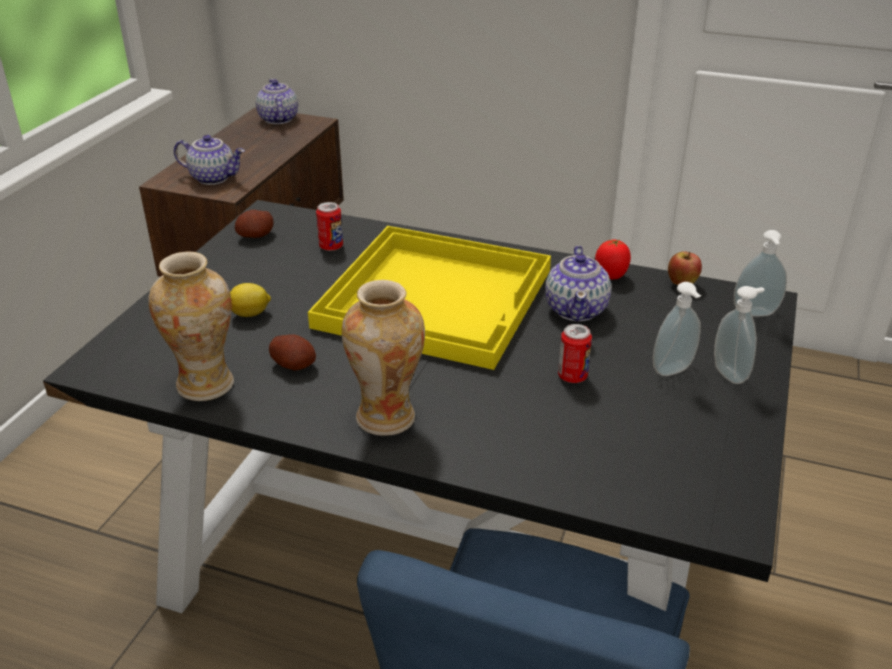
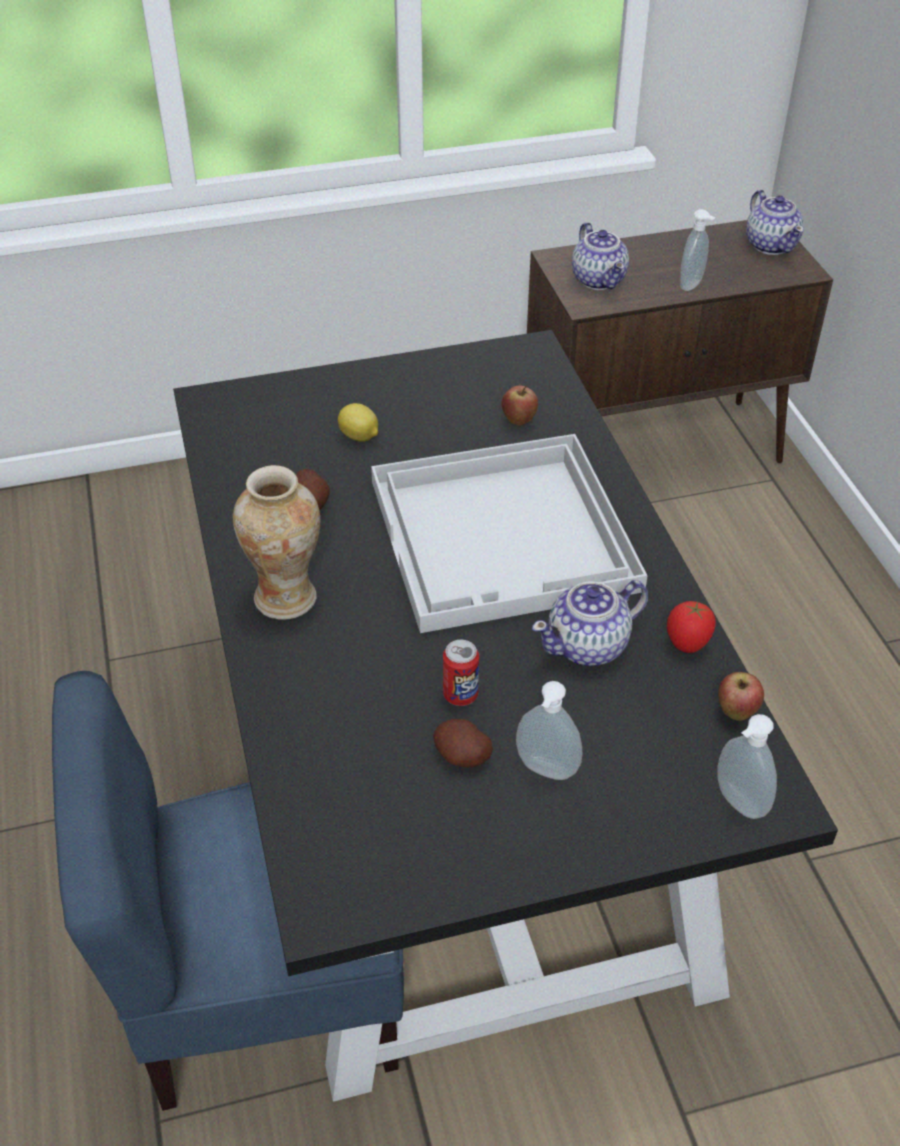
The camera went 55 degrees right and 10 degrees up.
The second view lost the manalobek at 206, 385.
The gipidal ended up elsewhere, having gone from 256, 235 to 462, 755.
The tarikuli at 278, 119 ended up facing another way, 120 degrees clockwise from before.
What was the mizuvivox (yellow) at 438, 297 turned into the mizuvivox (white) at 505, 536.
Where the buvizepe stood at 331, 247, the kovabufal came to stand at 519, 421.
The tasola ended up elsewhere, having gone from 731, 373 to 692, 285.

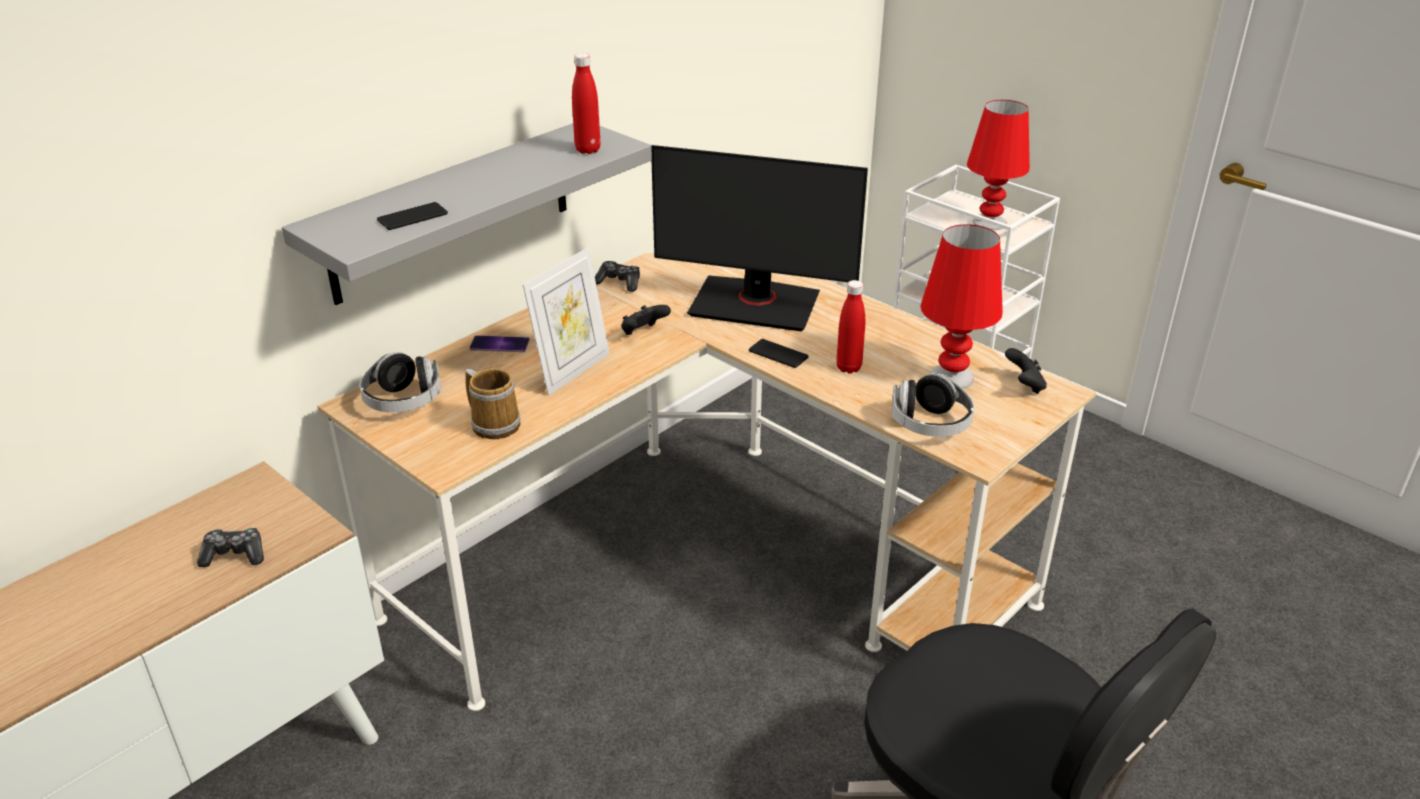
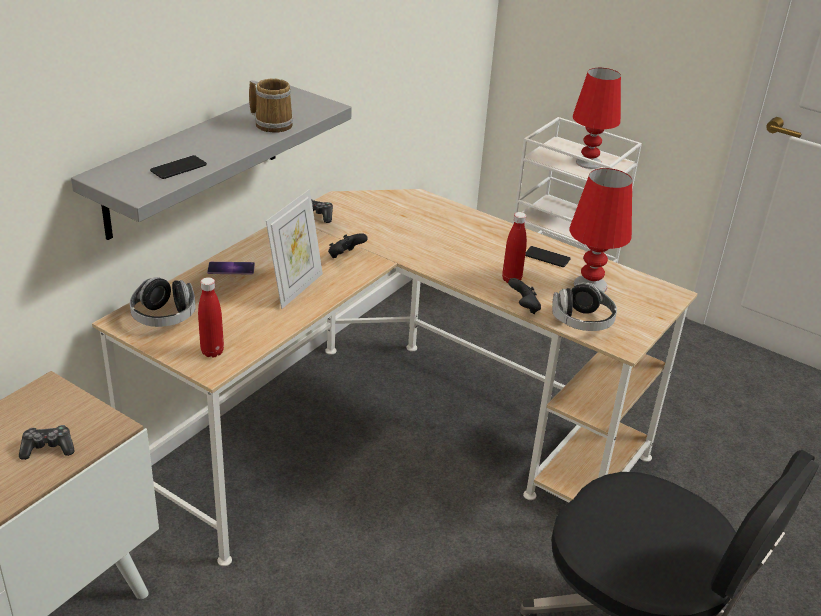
The camera went 10 degrees left and 0 degrees up.
The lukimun ended up elsewhere, having gone from 495, 423 to 272, 123.
The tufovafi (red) ended up elsewhere, having gone from 588, 150 to 212, 352.
The second view lost the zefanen at 755, 304.
The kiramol ended up elsewhere, having gone from 778, 354 to 547, 257.
The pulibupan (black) ended up elsewhere, having gone from 1024, 385 to 524, 307.

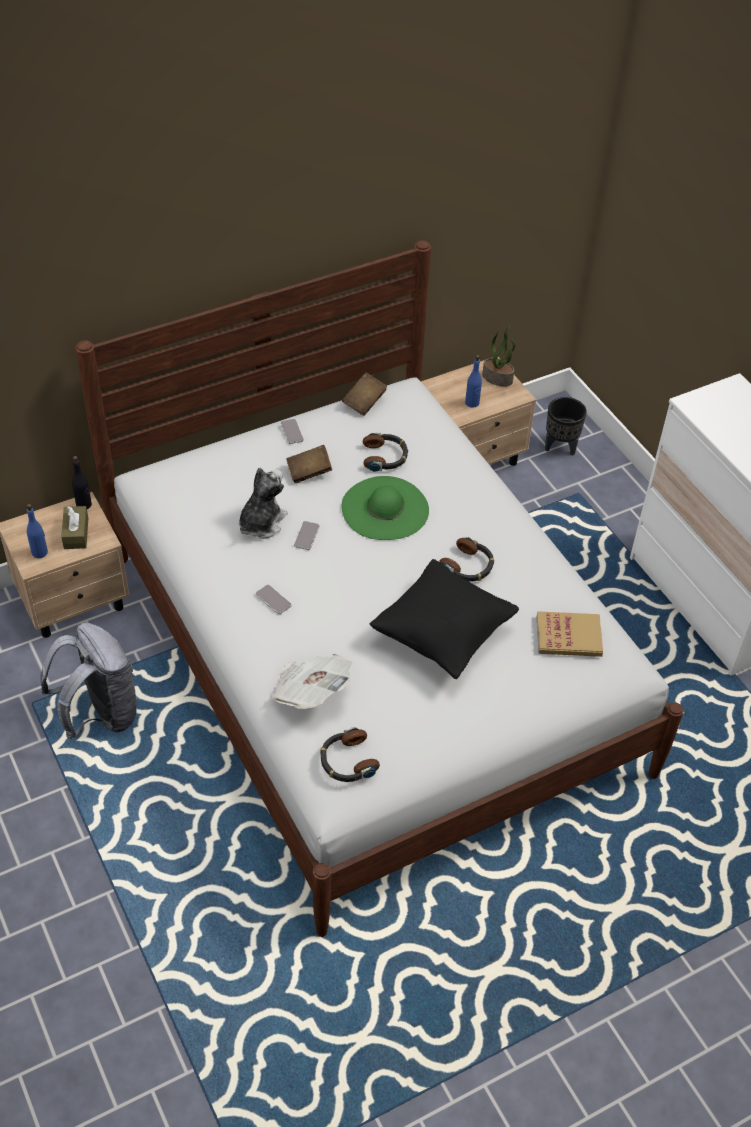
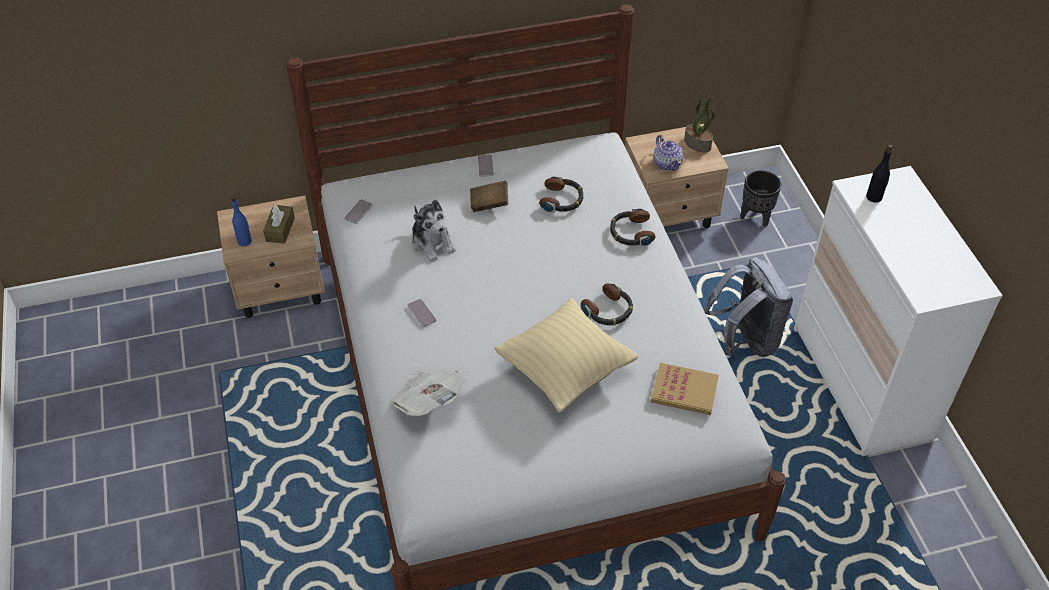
The camera went 15 degrees right and 0 degrees up.
The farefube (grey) ended up elsewhere, having gone from 99, 715 to 745, 340.
The tufovafi (black) ended up elsewhere, having gone from 84, 505 to 874, 197.
The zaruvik at 261, 523 ended up facing another way, 105 degrees clockwise from before.
The kiramol ended up elsewhere, having gone from 306, 536 to 358, 212.
The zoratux ended up elsewhere, having gone from 347, 761 to 631, 233.
The second view lost the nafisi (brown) at 364, 402.
The second view lost the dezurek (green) at 385, 508.
What was the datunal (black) at 442, 636 turned into the datunal (beige) at 565, 371.
Where the tufovafi (blue) stood at 472, 403, the tarikuli came to stand at 667, 163.

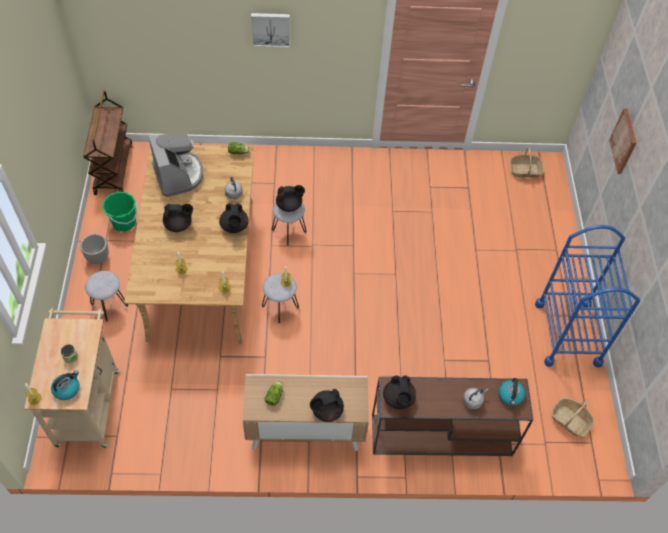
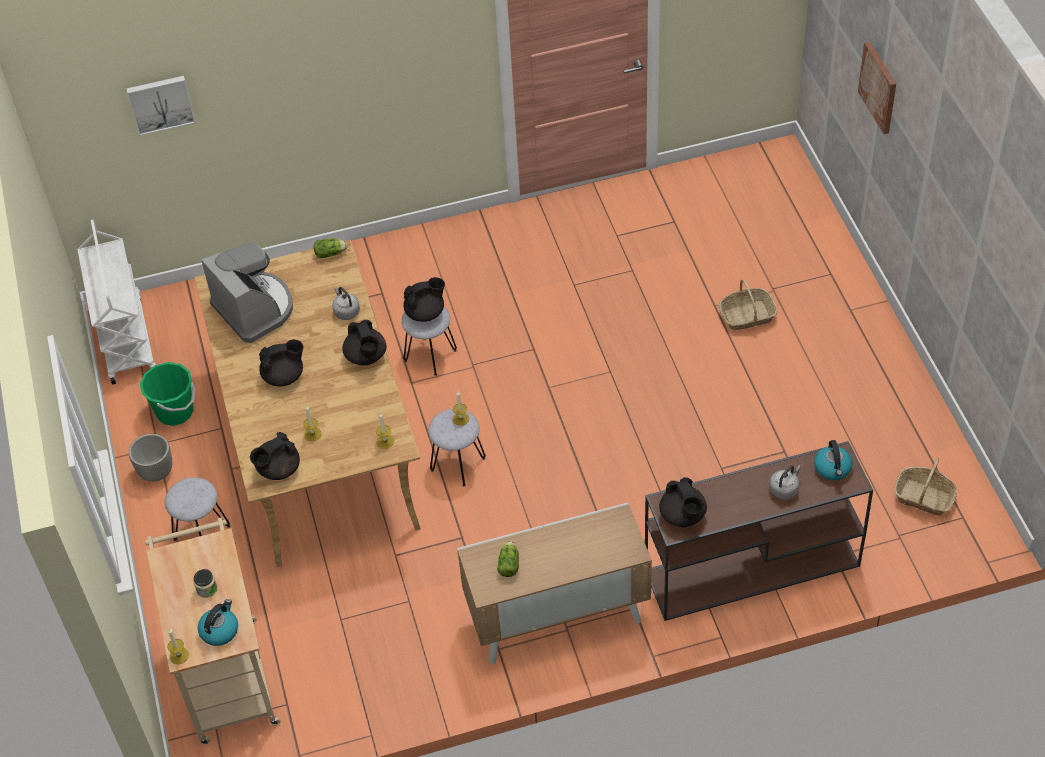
The camera went 10 degrees left and 5 degrees down.
What was the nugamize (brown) at 113, 168 turned into the nugamize (white) at 125, 339.
The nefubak ended up elsewhere, having gone from 271, 29 to 160, 103.
The tarikuli (black) ended up elsewhere, having gone from 326, 410 to 278, 469.
The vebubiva ended up elsewhere, having gone from 524, 170 to 747, 316.
The second view lost the nugamize (blue) at 567, 333.

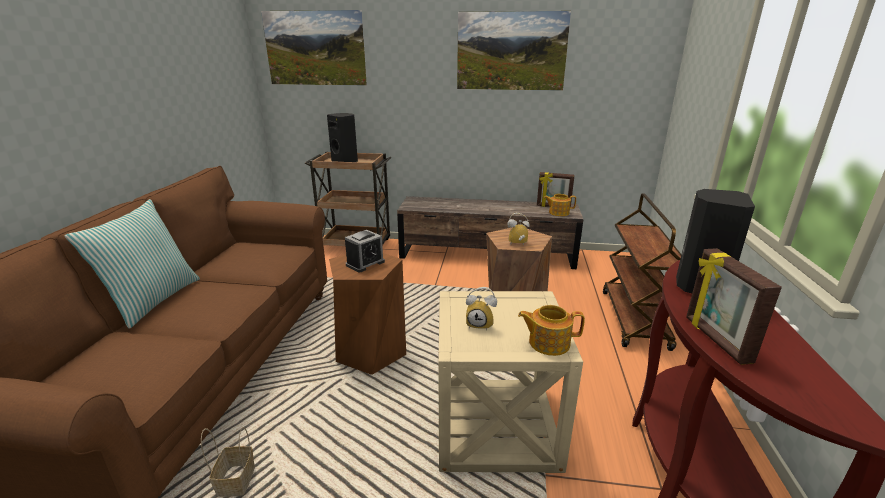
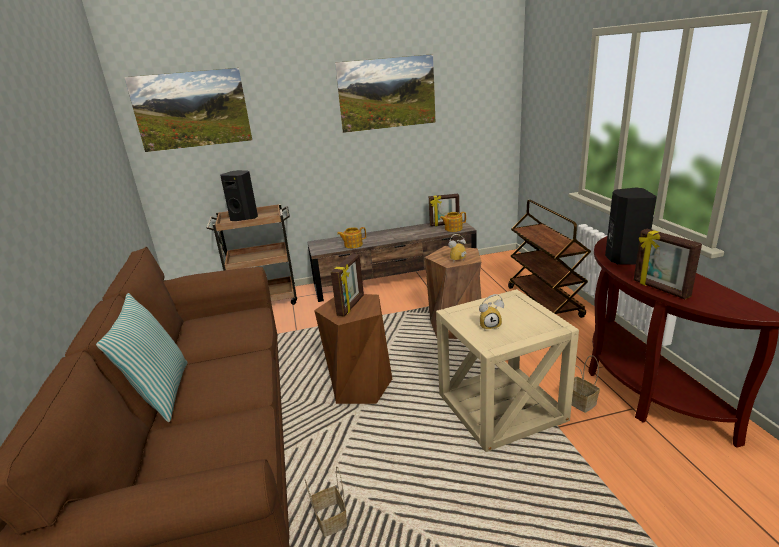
The camera went 20 degrees left and 0 degrees up.
Where the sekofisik stood at 365, 263, the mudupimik came to stand at 351, 305.
The tarikuli ended up elsewhere, having gone from 548, 343 to 353, 245.
The second view gained the vebubiva at 581, 402.

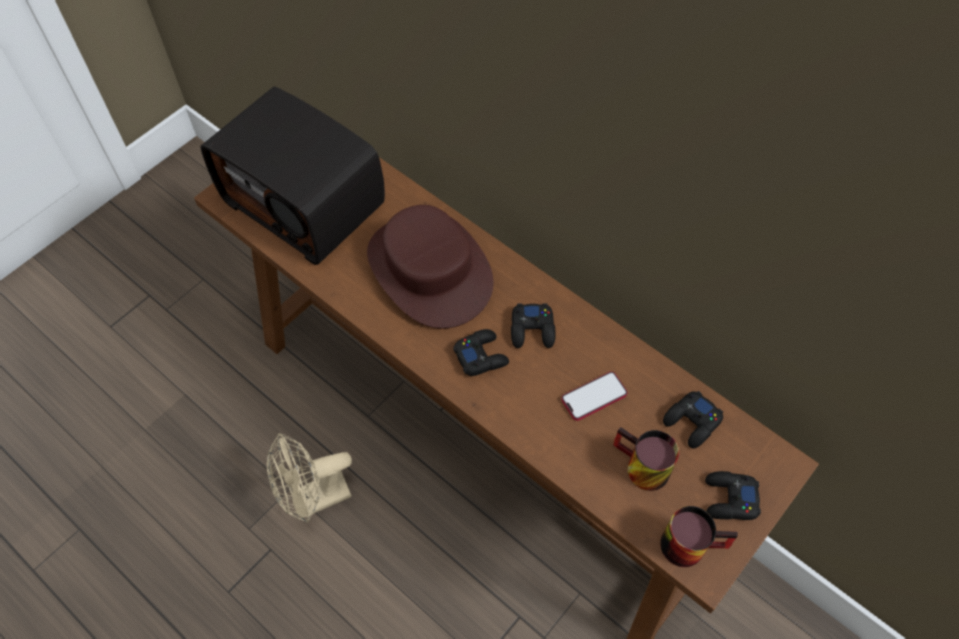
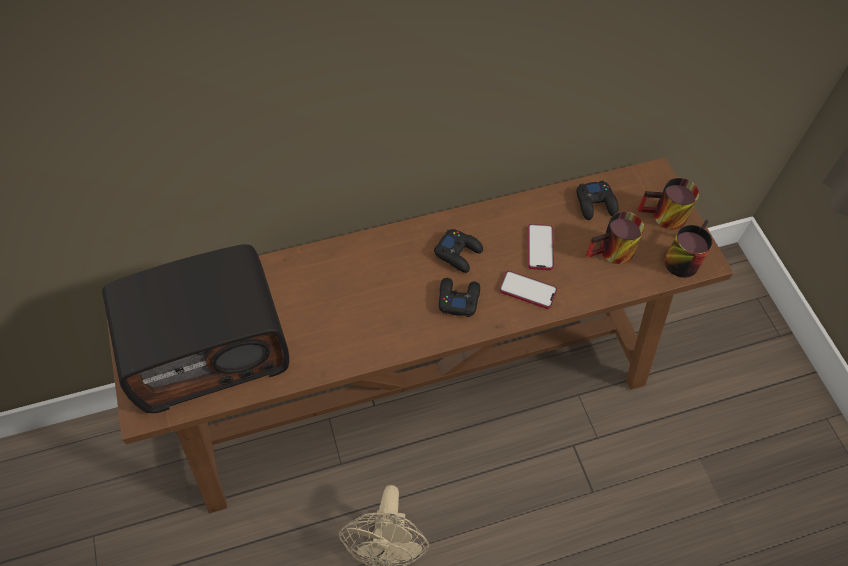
The camera went 60 degrees left and 0 degrees up.
The second view lost the dezurek (brown) at 429, 270.
Where the pulibupan (black) stood at 729, 499, the lukimun came to stand at 663, 218.
The second view gained the kiramol at 527, 290.

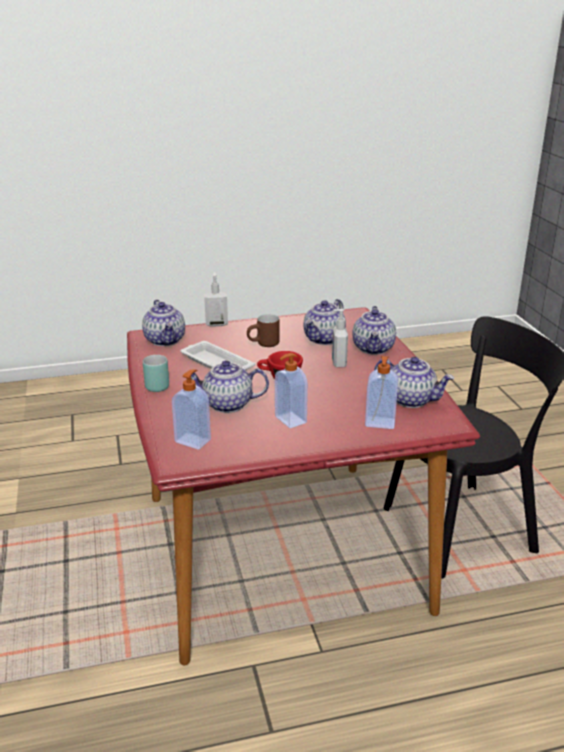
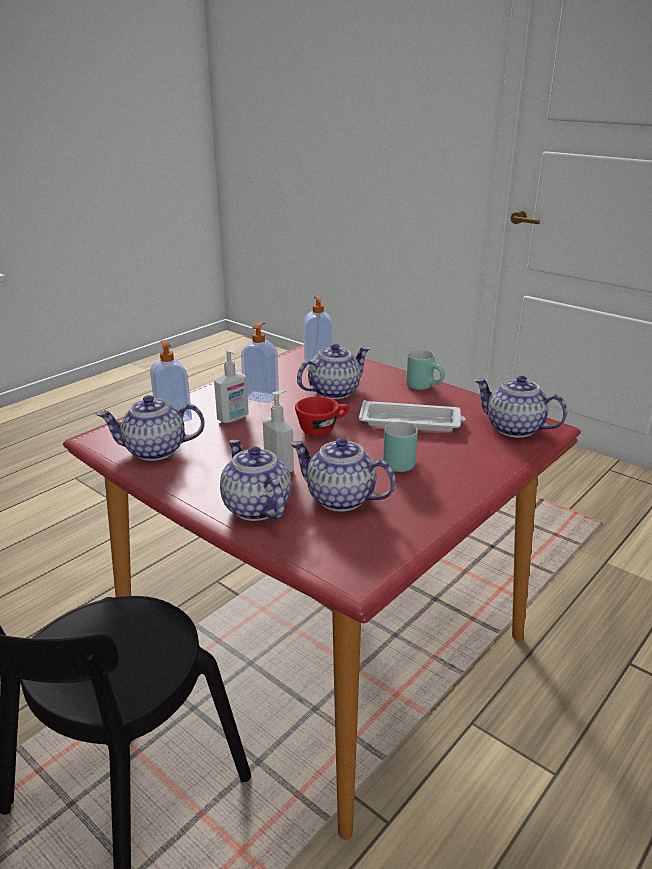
The camera went 145 degrees right and 0 degrees up.
The tasola ended up elsewhere, having gone from 216, 324 to 233, 418.
What was the lukimun (brown) at 264, 345 turned into the lukimun (turquoise) at 400, 461.
The tarikuli at 324, 339 ended up facing another way, 60 degrees counterclockwise from before.

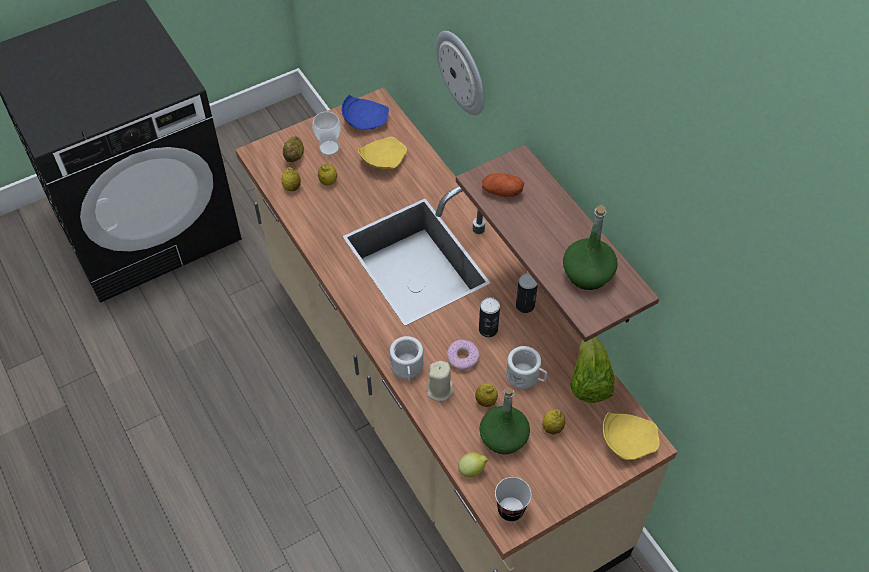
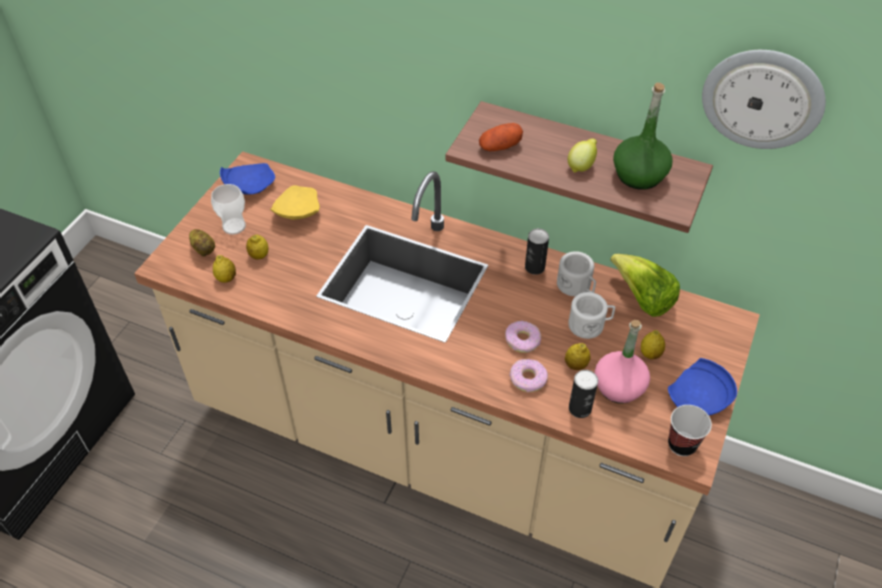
The camera went 35 degrees left and 5 degrees down.
The lukimun (white) ended up elsewhere, having gone from 407, 369 to 576, 286.
Where the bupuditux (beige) stood at 440, 390, the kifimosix came to stand at 528, 379.
The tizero ended up elsewhere, having gone from 462, 72 to 762, 98.
The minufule ended up elsewhere, having gone from 472, 470 to 581, 166.
The buvizepe ended up elsewhere, having gone from 488, 329 to 580, 408.
What was the tufovafi (green) at 503, 437 turned into the tufovafi (pink) at 618, 387.
The second view lost the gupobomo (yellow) at 627, 440.
The second view gained the gupobomo (blue) at 699, 398.

